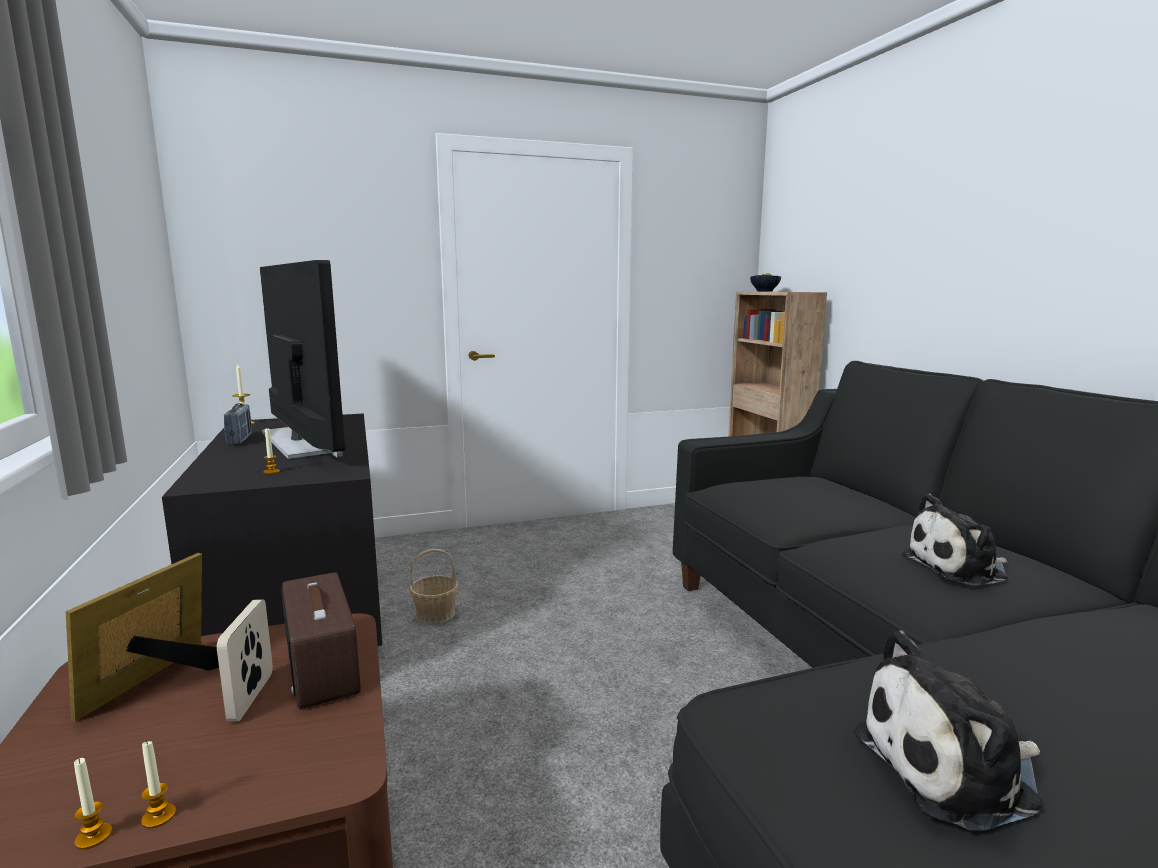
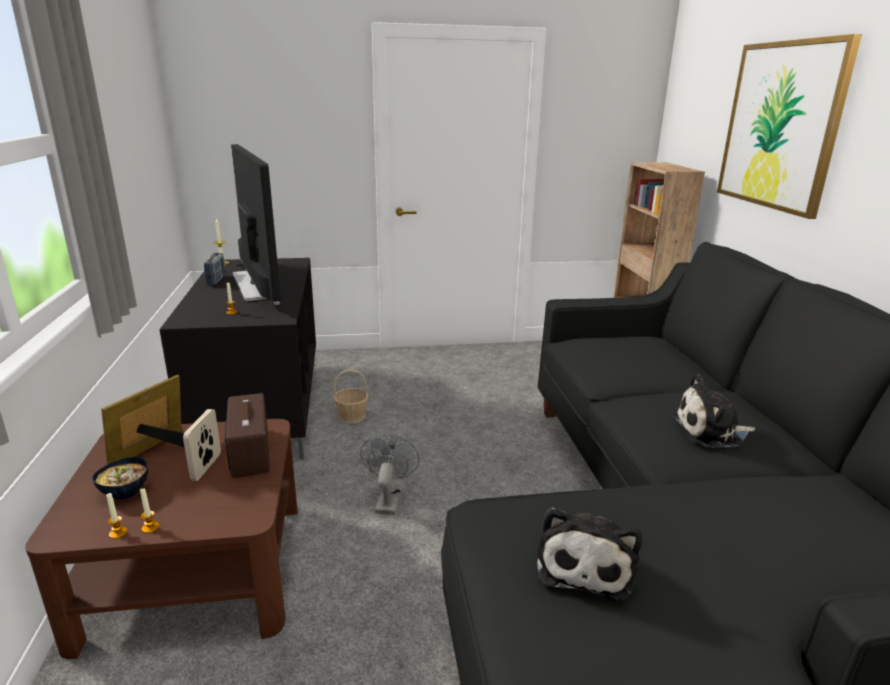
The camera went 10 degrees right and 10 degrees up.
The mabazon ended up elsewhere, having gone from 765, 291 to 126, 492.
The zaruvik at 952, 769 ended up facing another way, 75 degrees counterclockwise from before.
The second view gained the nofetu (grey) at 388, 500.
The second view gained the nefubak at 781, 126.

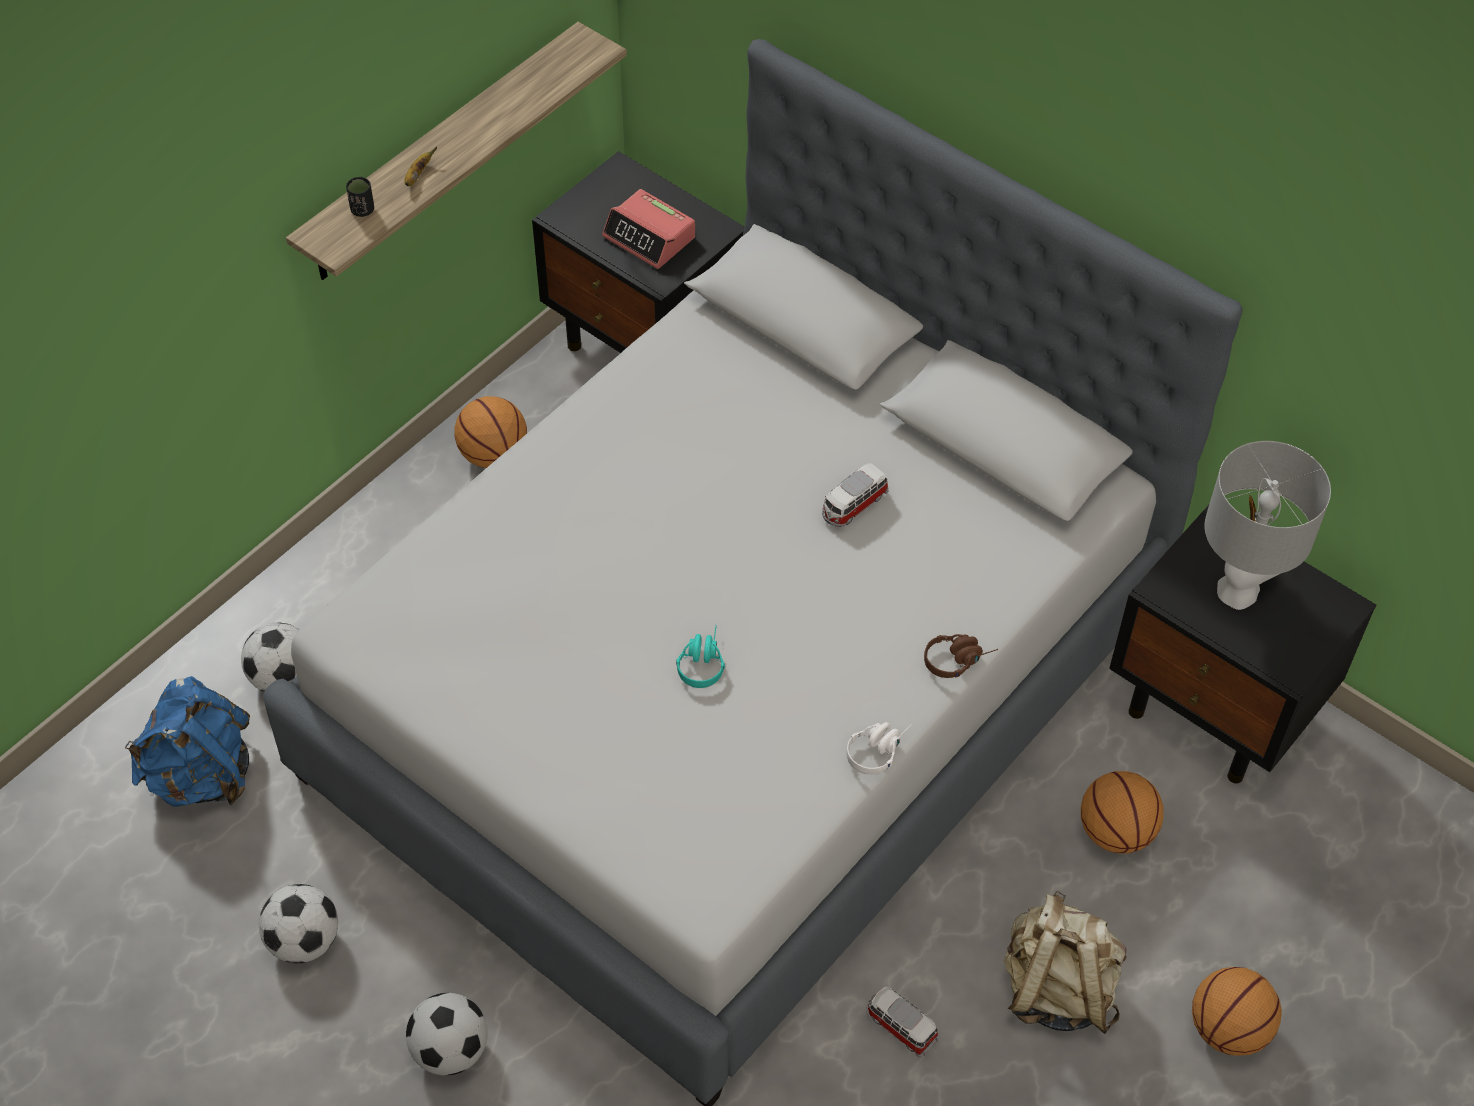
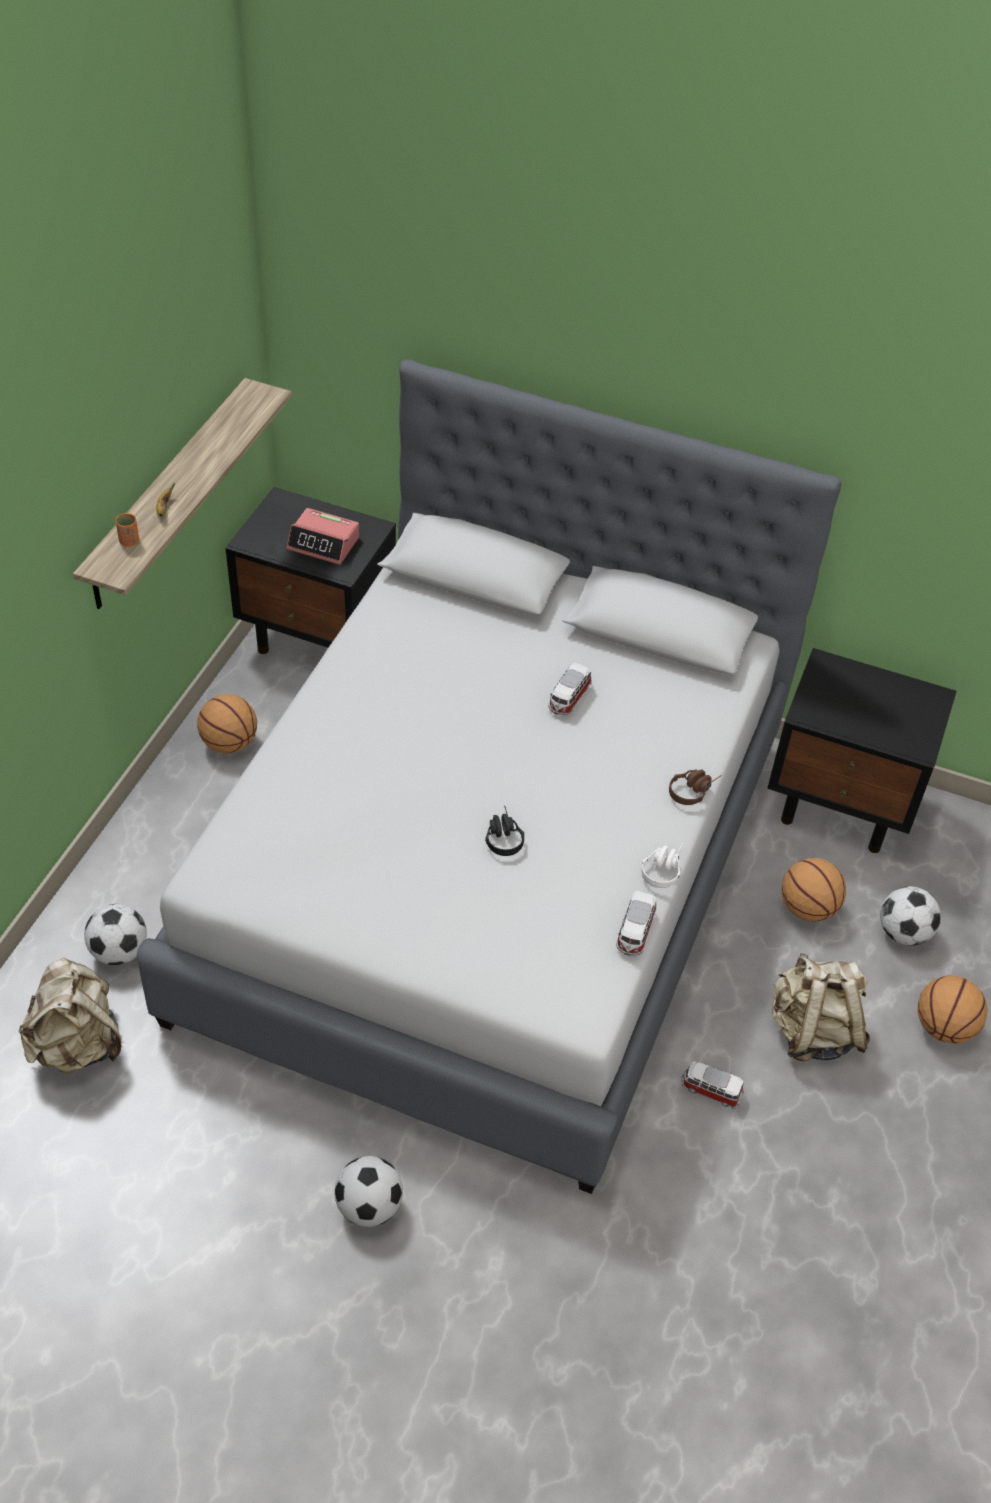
The camera went 20 degrees left and 5 degrees down.
What was the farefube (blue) at 202, 775 turned into the farefube (beige) at 78, 1045.
The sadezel ended up elsewhere, having gone from 304, 941 to 903, 932.
What was the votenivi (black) at 362, 210 turned into the votenivi (orange) at 129, 541.
What was the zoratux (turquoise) at 701, 661 turned into the zoratux (black) at 502, 836.
The second view lost the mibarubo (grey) at 1238, 591.
The second view gained the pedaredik at 635, 931.

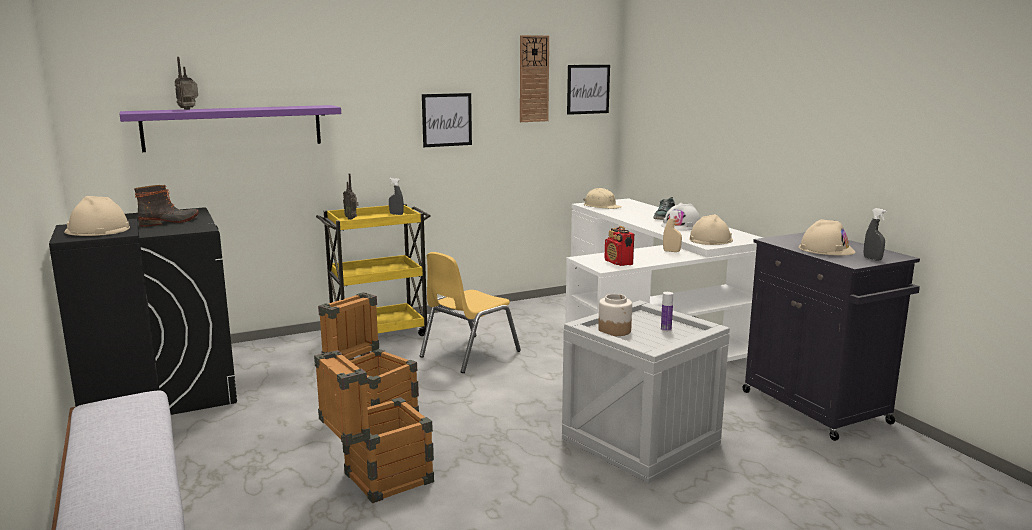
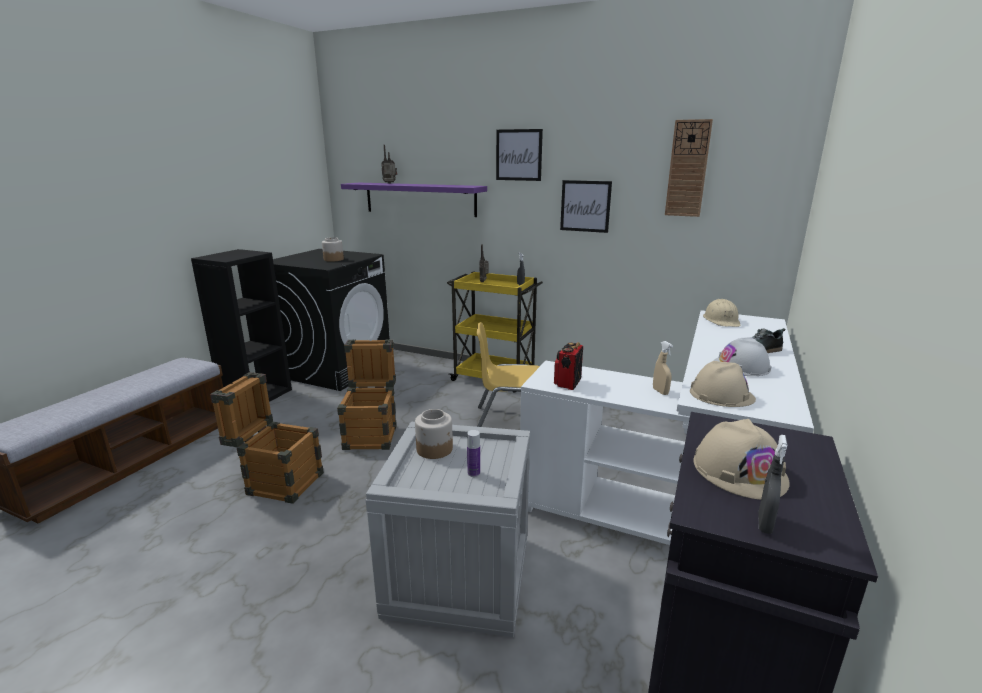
The camera went 50 degrees right and 5 degrees up.
The second view lost the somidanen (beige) at 97, 230.
Where the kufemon stood at 170, 222, the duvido came to stand at 333, 259.
The nefubak ended up elsewhere, having gone from 588, 89 to 519, 155.

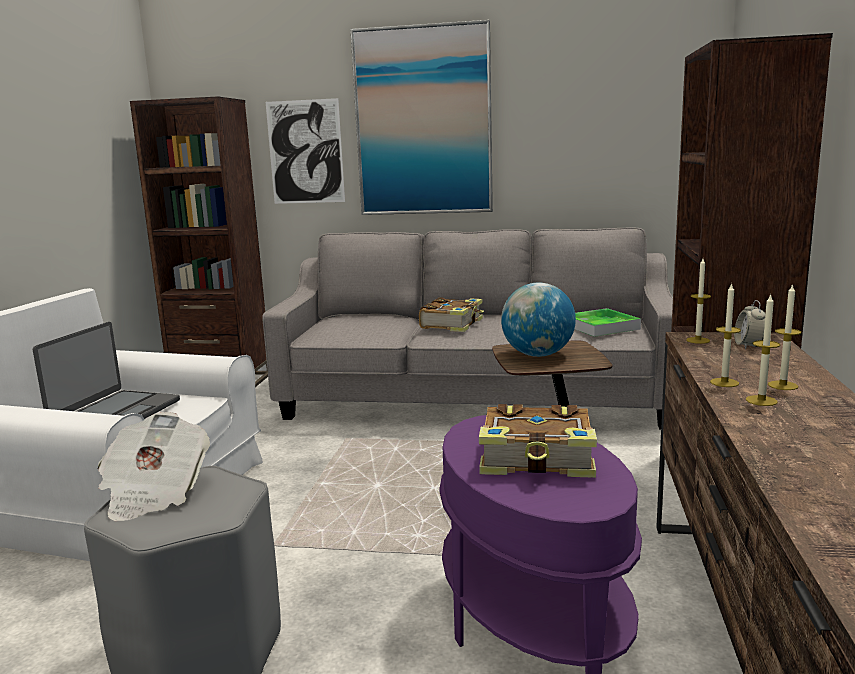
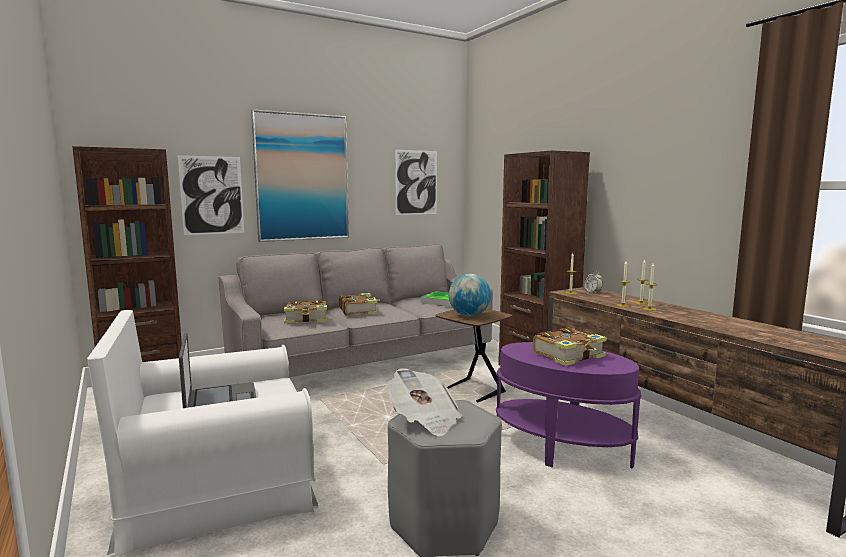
The camera went 40 degrees left and 5 degrees down.
The second view gained the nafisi at 307, 319.
The second view gained the nefubak at 416, 182.

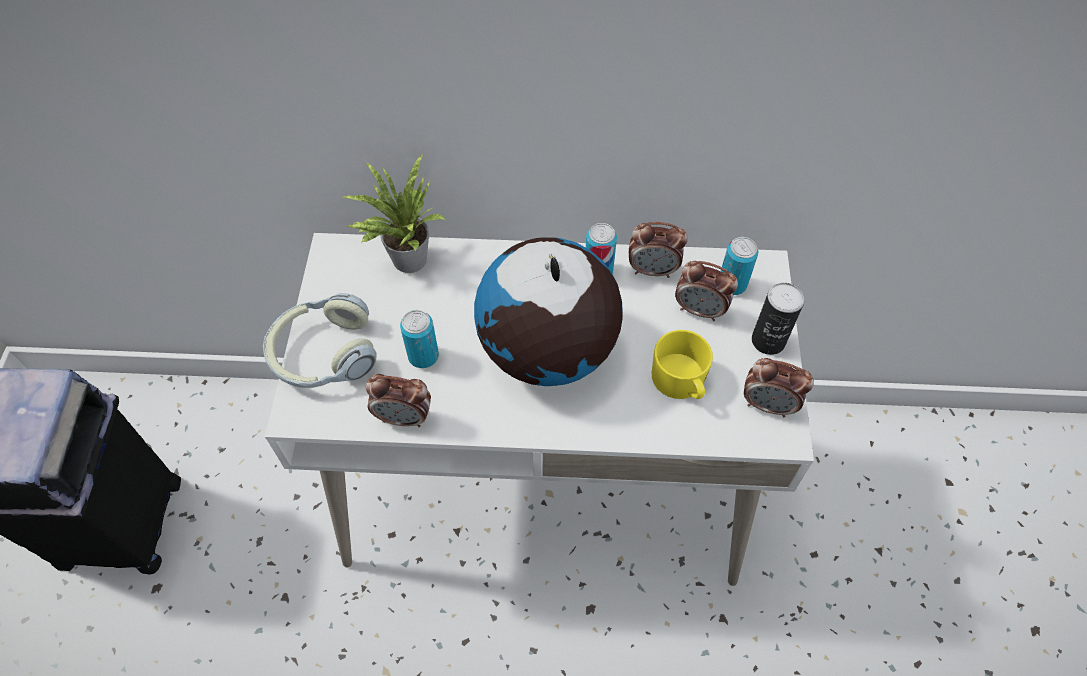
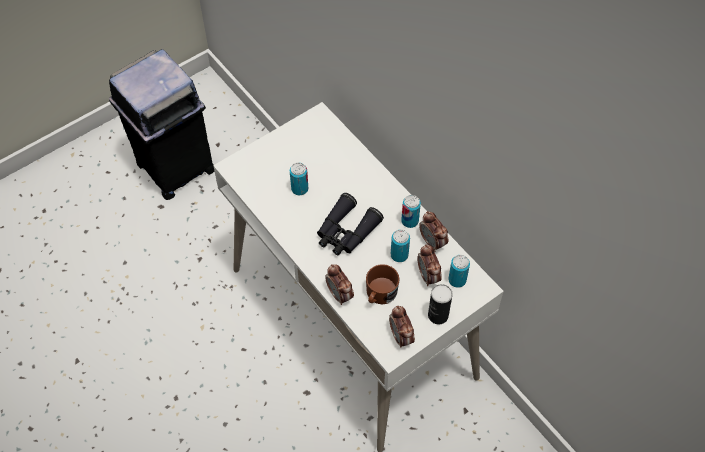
The camera went 50 degrees right and 0 degrees up.
The second view lost the zoratux at 323, 354.
The second view lost the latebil at 405, 258.
The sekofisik ended up elsewhere, having gone from 404, 417 to 340, 295.
Where the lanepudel stood at 547, 352, the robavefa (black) came to stand at 346, 232.
What was the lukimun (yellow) at 681, 382 turned into the lukimun (brown) at 379, 294.
The second view gained the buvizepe at 399, 255.

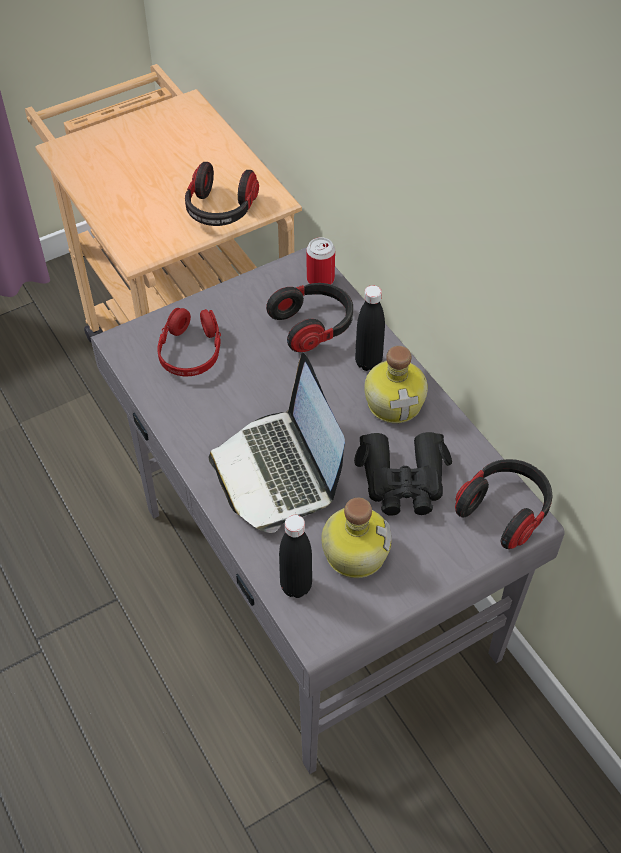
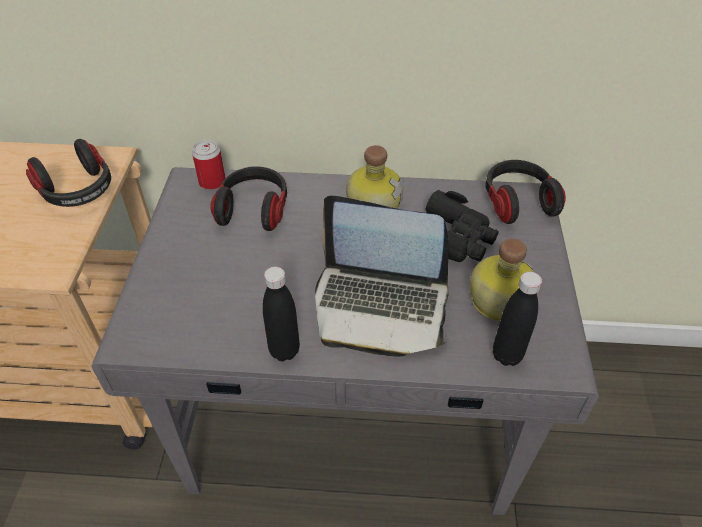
The camera went 55 degrees left and 5 degrees down.
The second view lost the zoratux (red) at 190, 351.
The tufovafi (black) ended up elsewhere, having gone from 368, 362 to 284, 350.

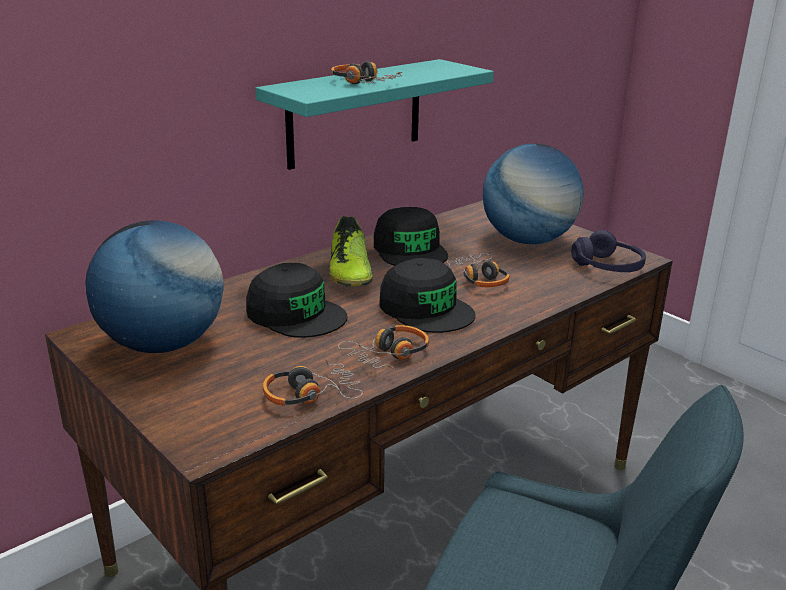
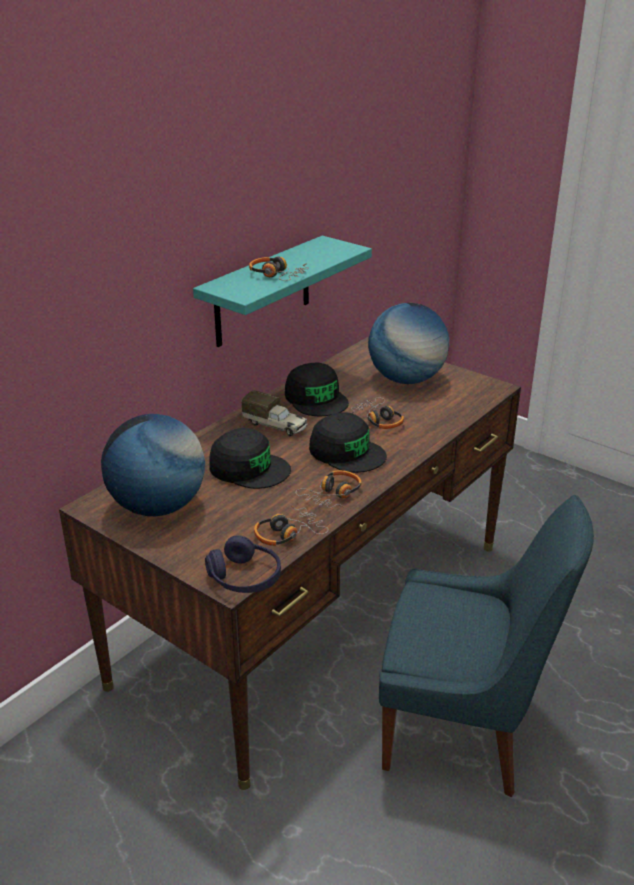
The camera went 10 degrees left and 5 degrees up.
Where the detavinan stood at 349, 272, the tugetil came to stand at 276, 426.
The zoratux (purple) ended up elsewhere, having gone from 608, 267 to 245, 577.

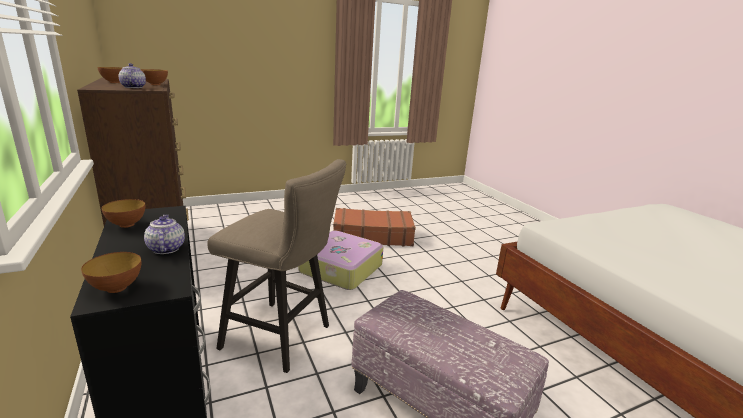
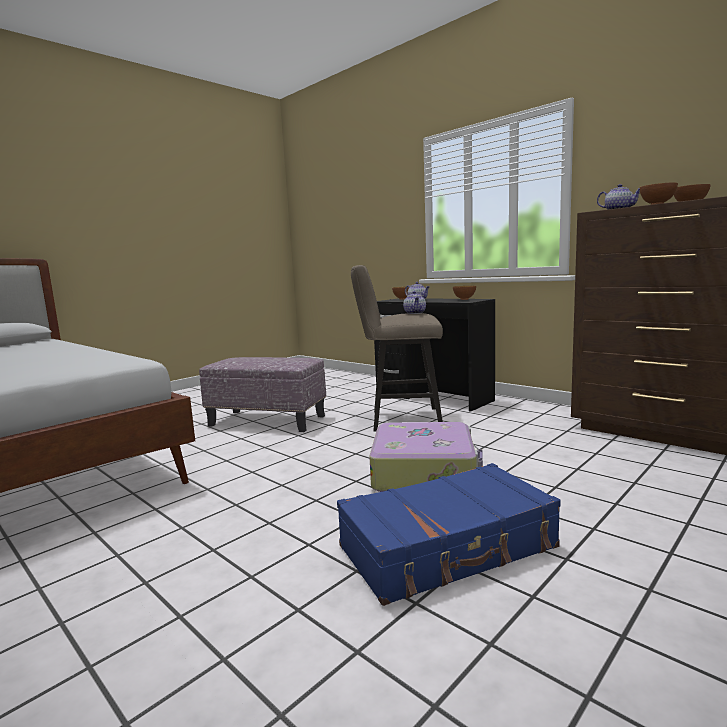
The camera went 160 degrees right and 10 degrees down.
What was the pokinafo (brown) at 372, 235 turned into the pokinafo (blue) at 448, 548.
The second view gained the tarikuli at 415, 313.

